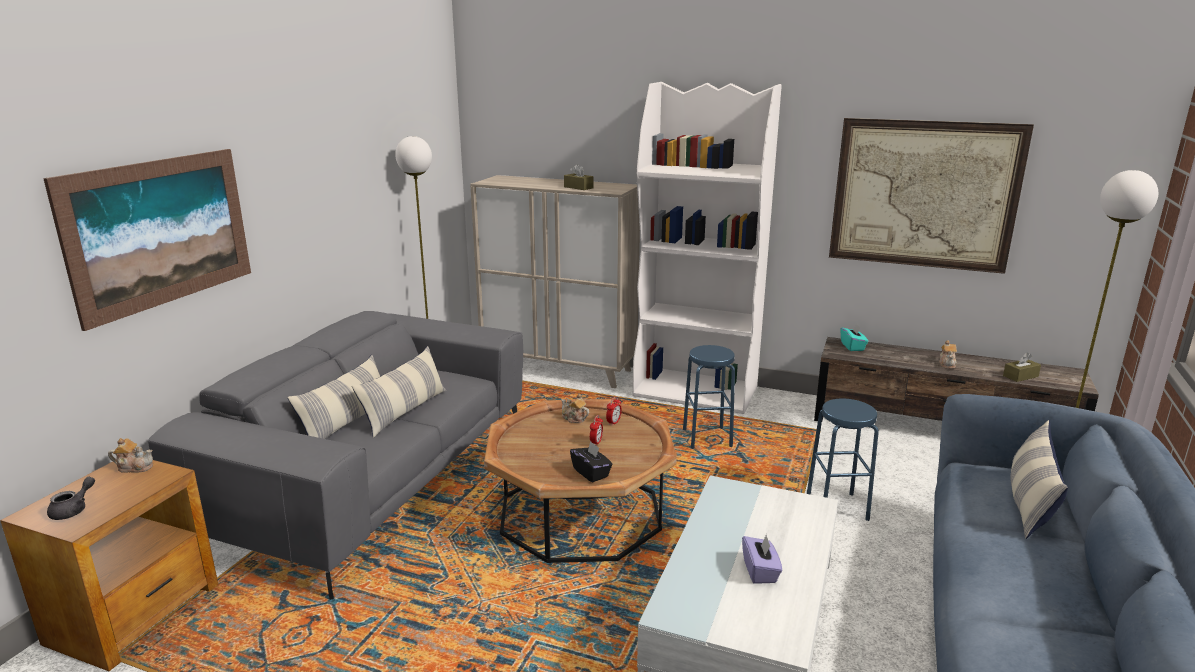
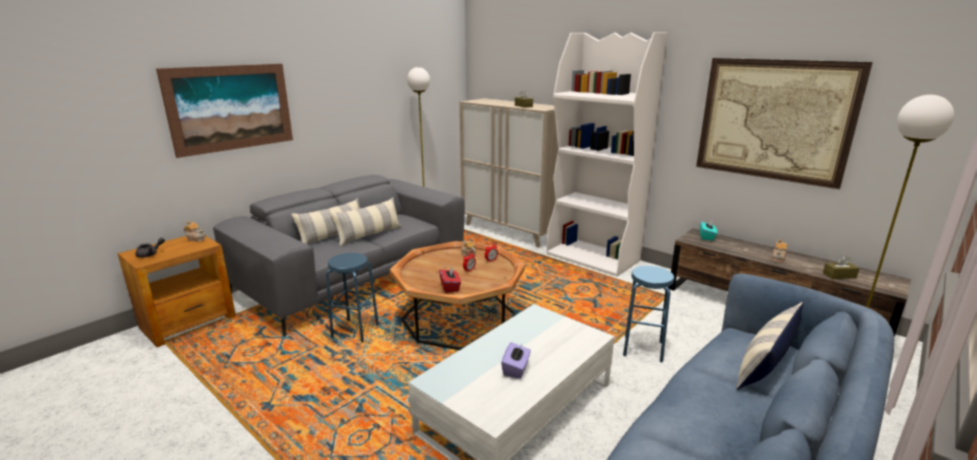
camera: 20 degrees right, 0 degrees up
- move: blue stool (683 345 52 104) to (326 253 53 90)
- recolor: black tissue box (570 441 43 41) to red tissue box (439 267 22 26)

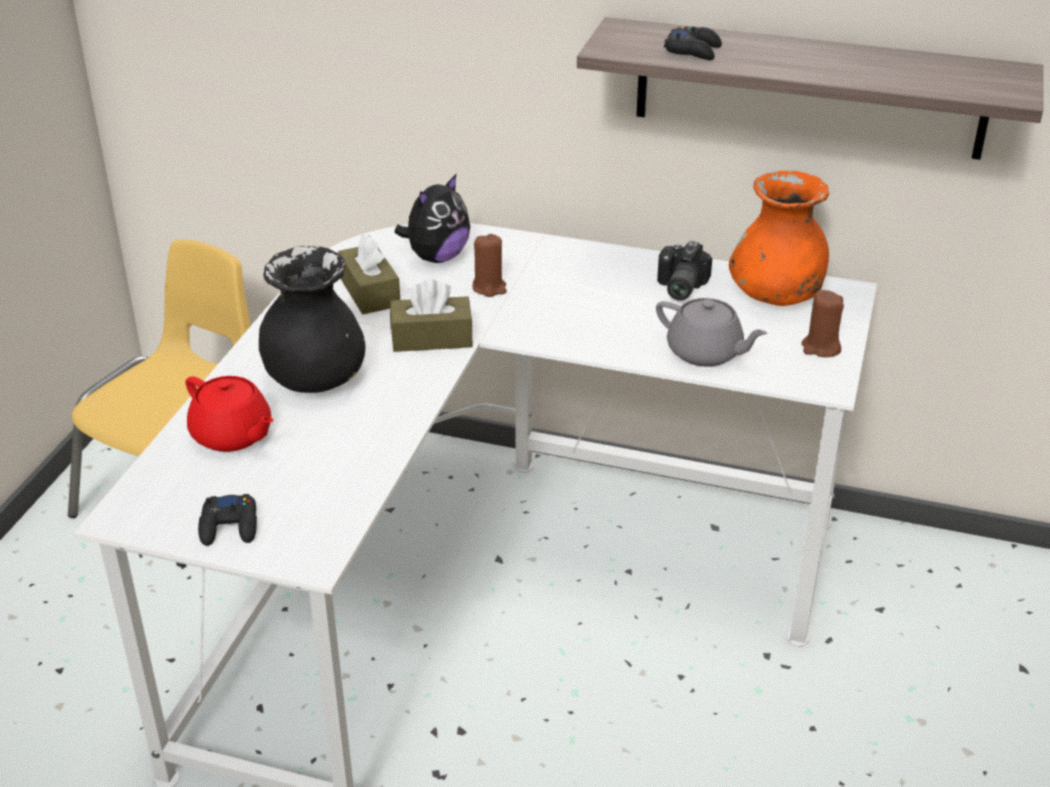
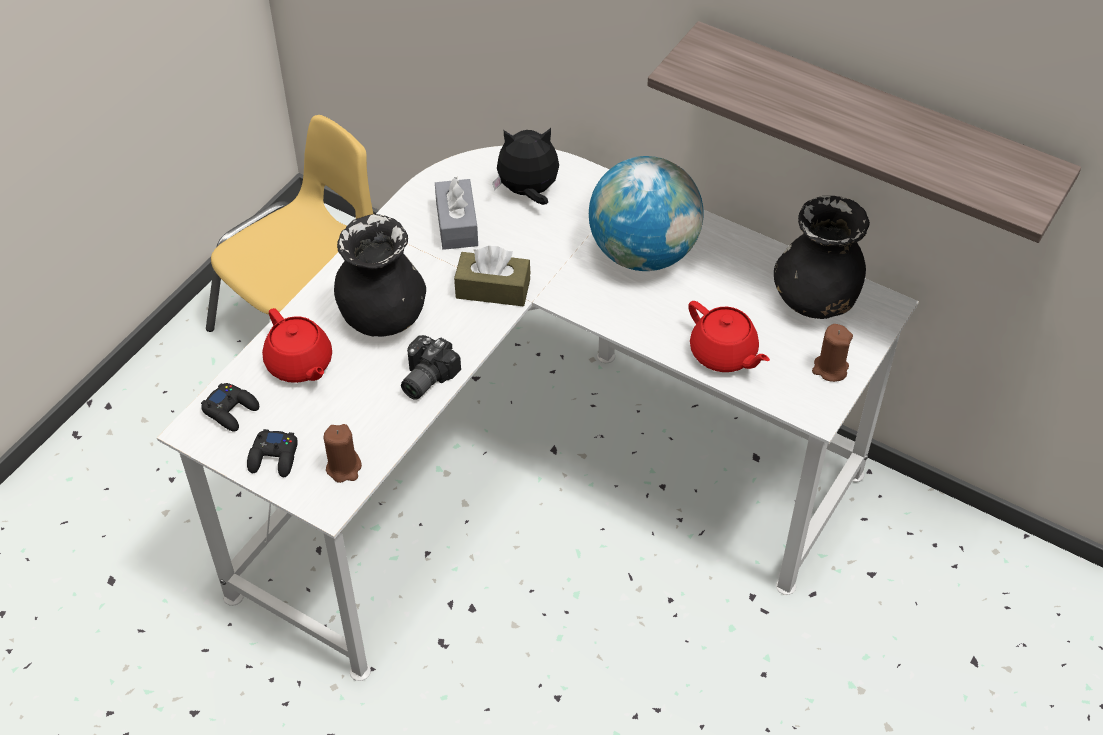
camera: 15 degrees right, 15 degrees up
- move: black game controller (664 26 58 34) to (201 383 58 49)
- move: brown candle (472 234 35 63) to (323 424 39 59)
- move: photo camera (657 241 55 60) to (401 335 60 65)
- recolor: brown tissue box (338 234 62 80) to grey tissue box (435 177 43 73)
- rotate: plush toy (394 173 76 90) = (493 128 66 77) 150 degrees counterclockwise
- insert: globe (589 156 114 115)
- recolor: grey teapot (656 298 111 69) to red teapot (688 301 82 71)
- recolor: orange vase (729 171 100 135) to black vase (774 196 96 123)

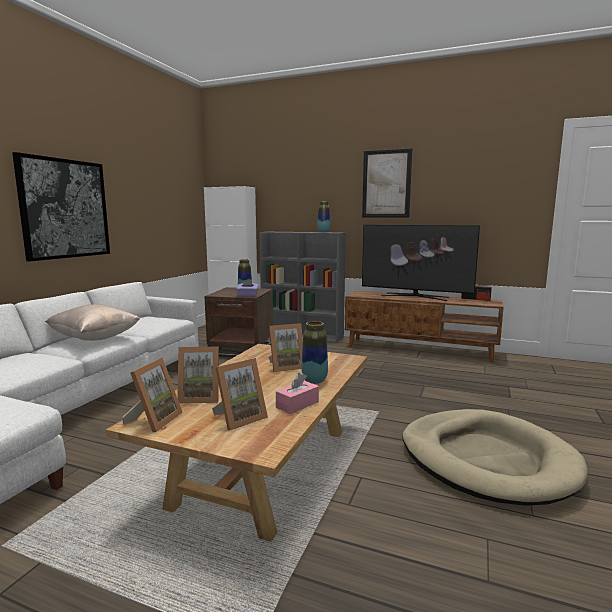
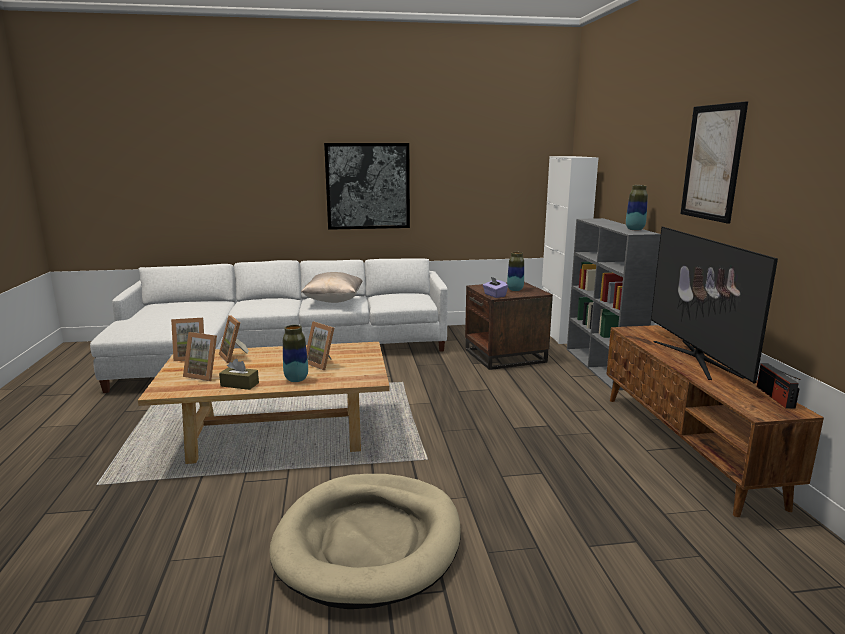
camera: 60 degrees right, 5 degrees up
- recolor: pink tissue box (276 373 43 41) to brown tissue box (219 359 40 31)

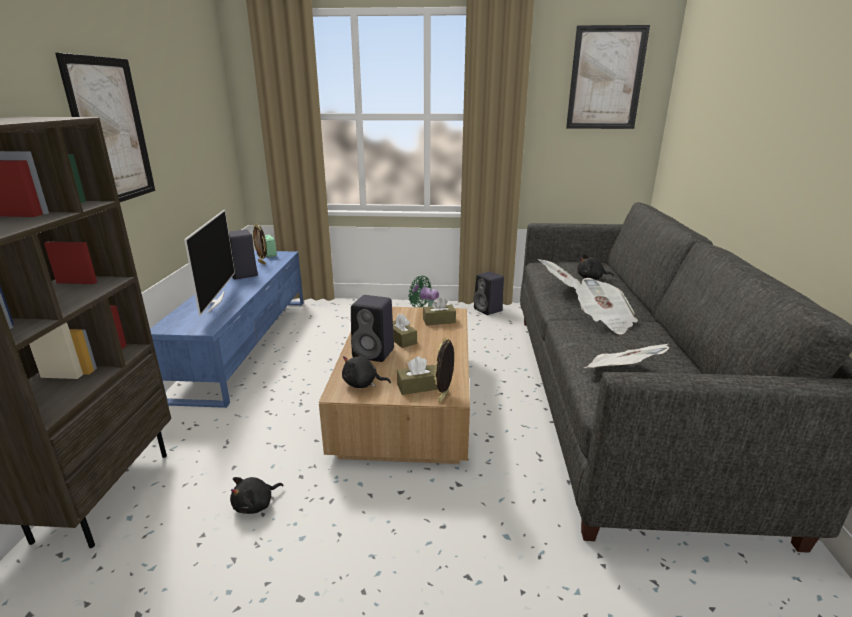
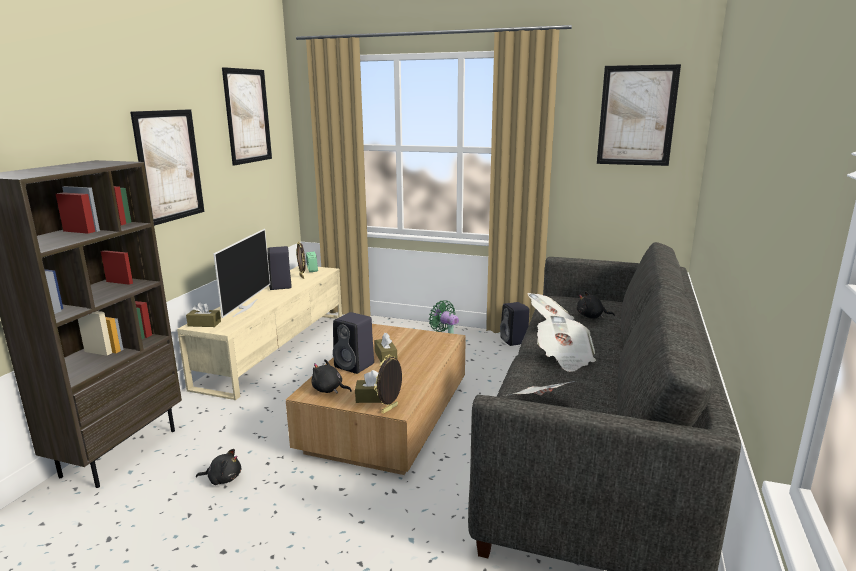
camera: 15 degrees right, 5 degrees down
- recolor: blue tv stand (150 251 154 157) to beige tv stand (177 266 165 134)
- move: brown tissue box (423 297 33 28) to (186 302 35 25)
- rotate: black plush toy (230 477 53 37) = (196 449 45 36) 150 degrees counterclockwise
- insert: picture (222 67 50 98)

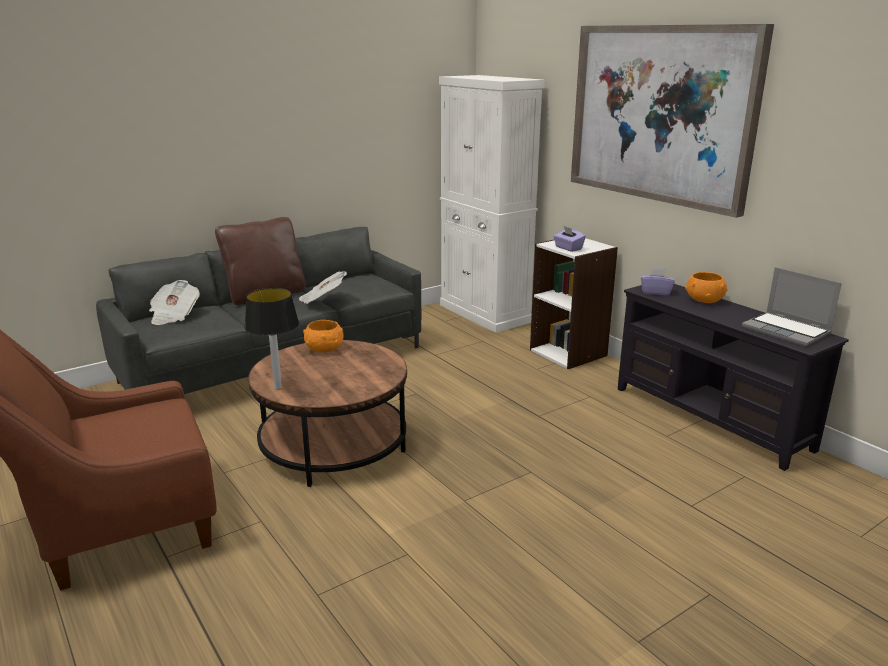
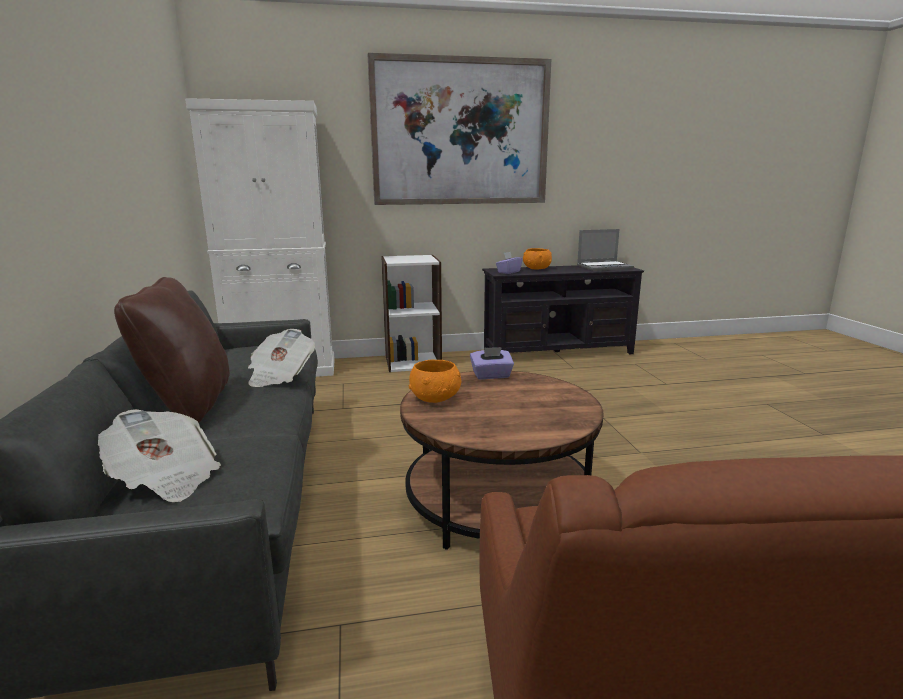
camera: 65 degrees left, 5 degrees down
- move: purple tissue box (553 226 33 26) to (470 347 44 32)
- delete: table lamp (244 288 55 102)

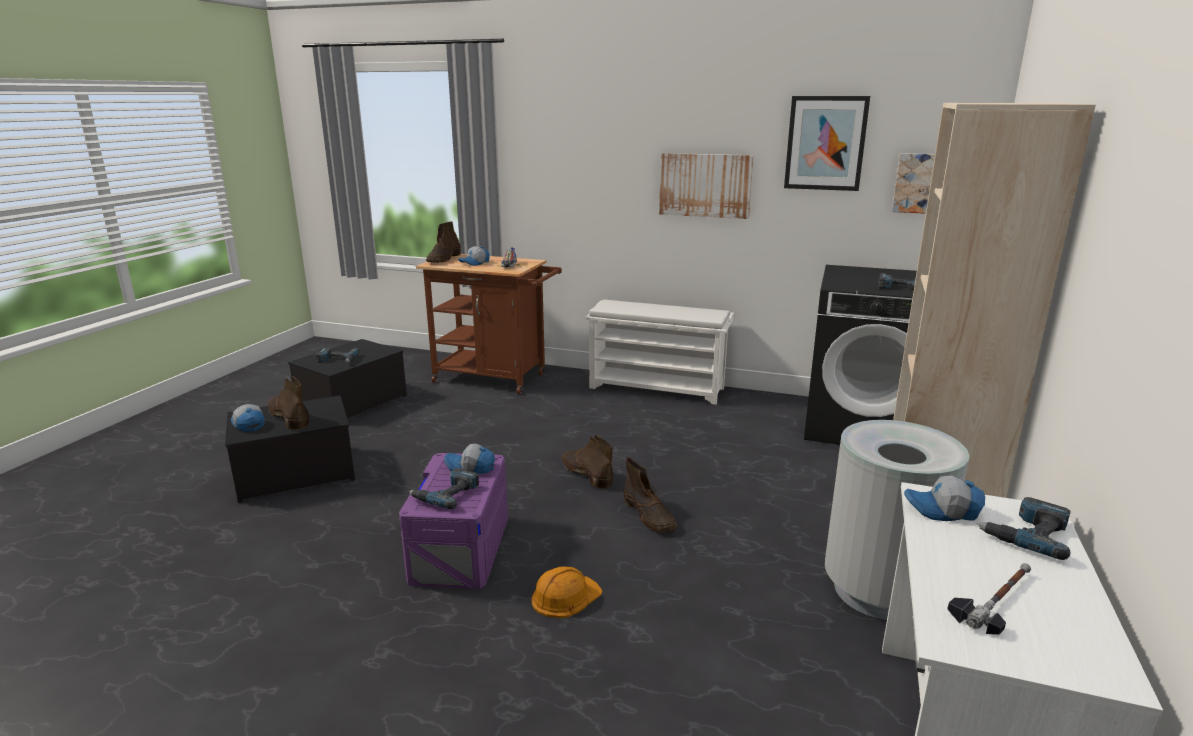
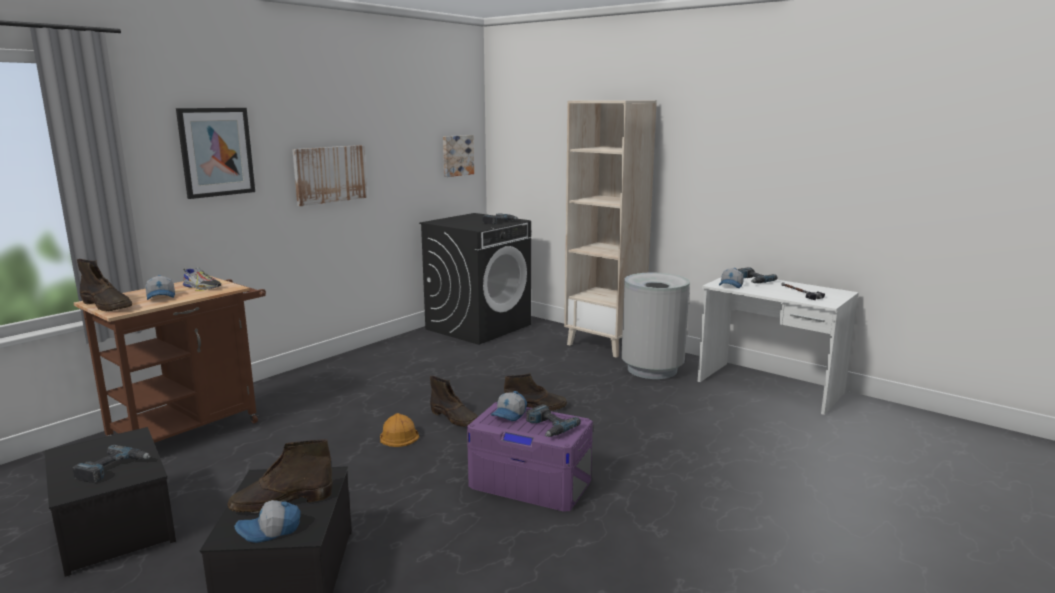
camera: 70 degrees left, 5 degrees down
- move: picture (784 96 86 95) to (176 108 79 91)
- move: orange hard hat (532 566 70 52) to (380 413 39 34)
- rotate: brown boot (561 435 52 54) = (430 376 48 51) 120 degrees counterclockwise
- delete: white shoe rack (585 300 149 105)

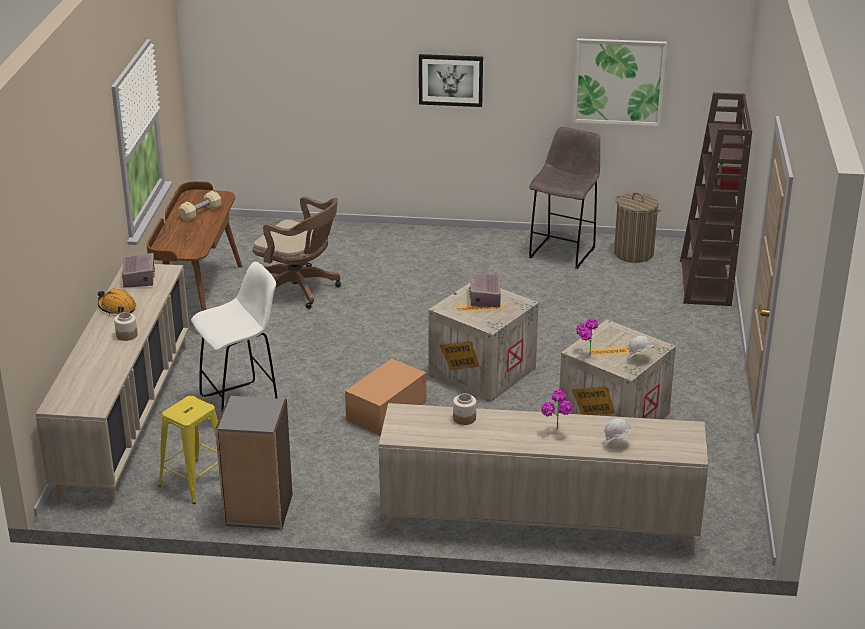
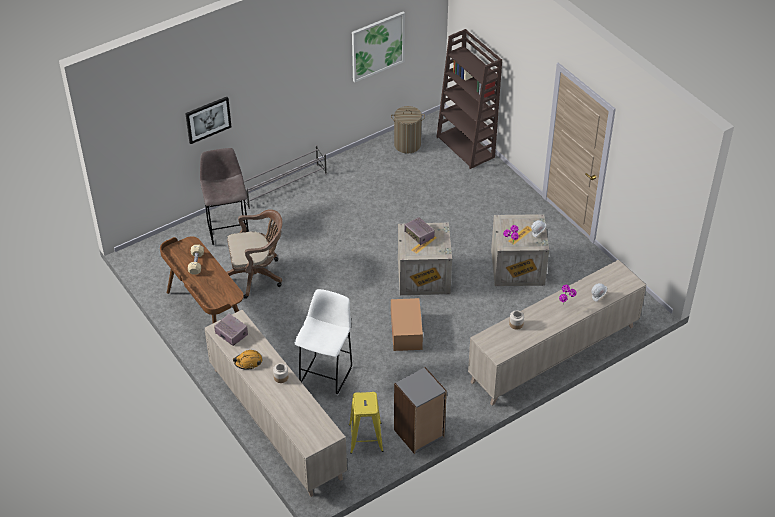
camera: 40 degrees left, 15 degrees up
- move: picture (419 54 64 53) to (185 97 47 47)
- move: grey stool (529 127 71 142) to (200 148 49 97)
- insert: grey shoe rack (243 145 84 64)

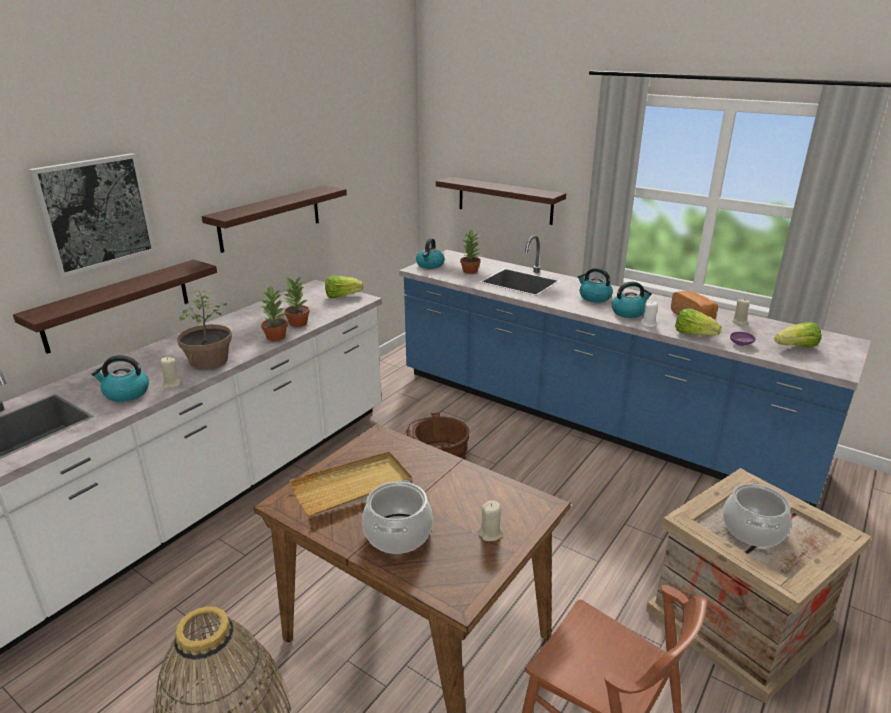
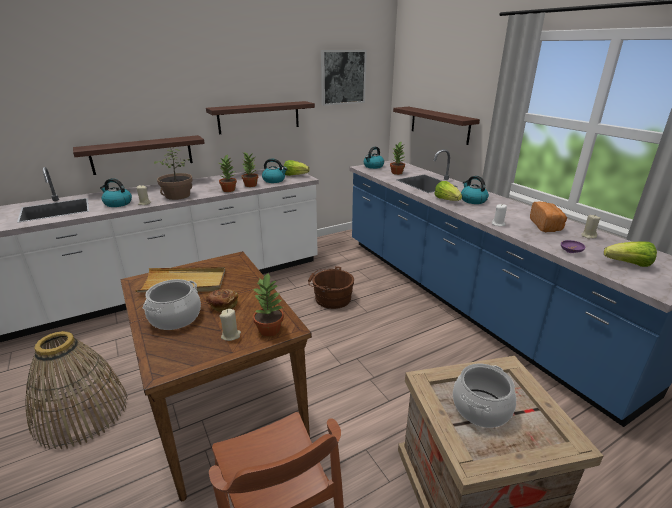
camera: 25 degrees right, 0 degrees up
- insert: bread (206 289 32 23)
- insert: potted plant (252 273 32 64)
- move: kettle (612 282 40 36) to (262 159 25 24)
- move: picture (28 153 128 124) to (321 50 46 56)
- move: lettuce (675 308 47 27) to (434 181 28 20)

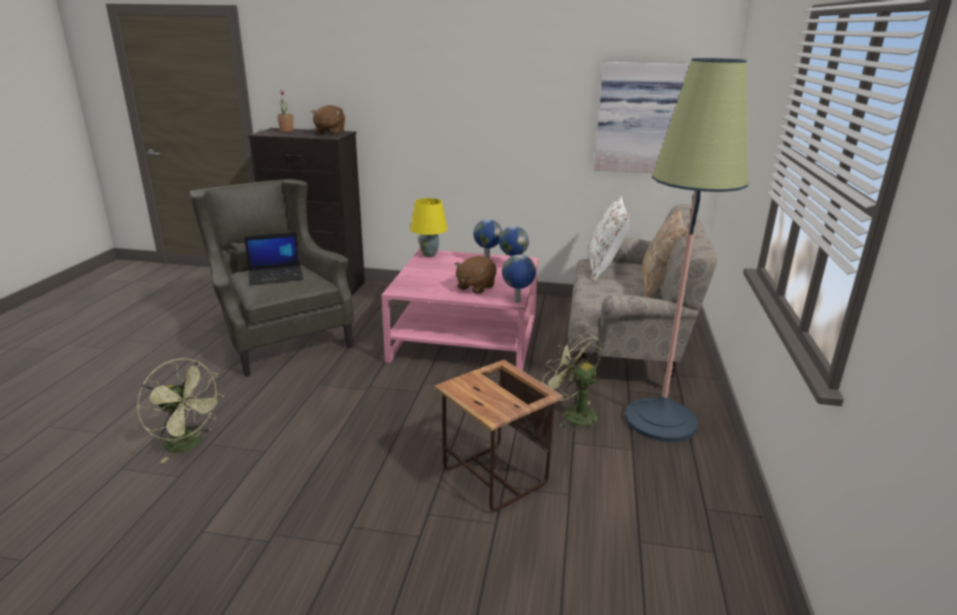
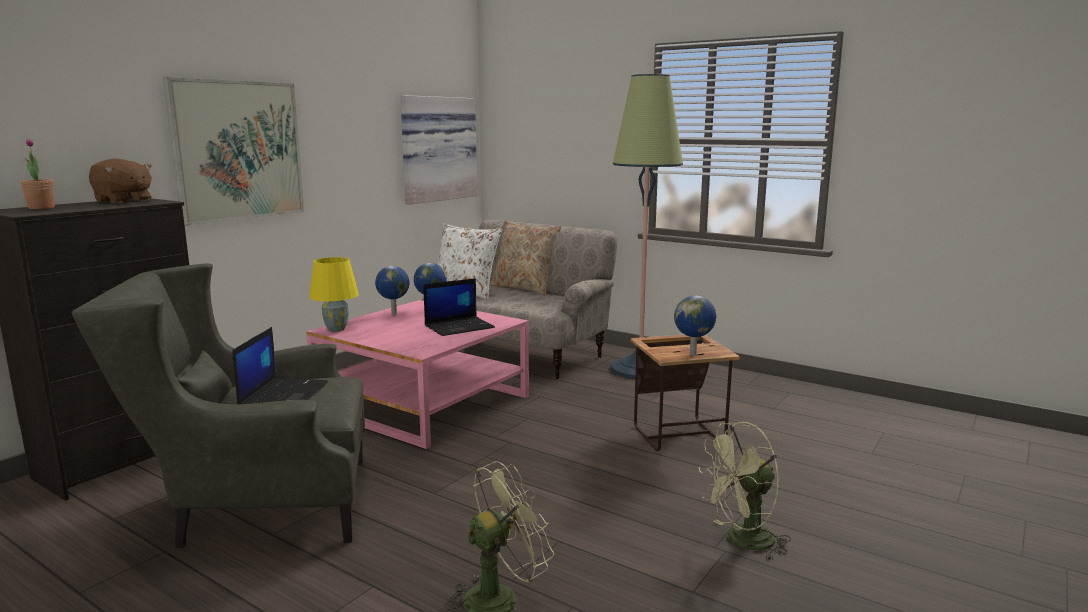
camera: 65 degrees left, 10 degrees down
- insert: picture (163 77 141 149)
- replace: brown plush toy (455 256 42 38) to laptop (423 278 72 58)
- move: globe (502 254 34 49) to (674 296 42 60)
- move: green fan (542 332 60 100) to (698 422 93 139)

